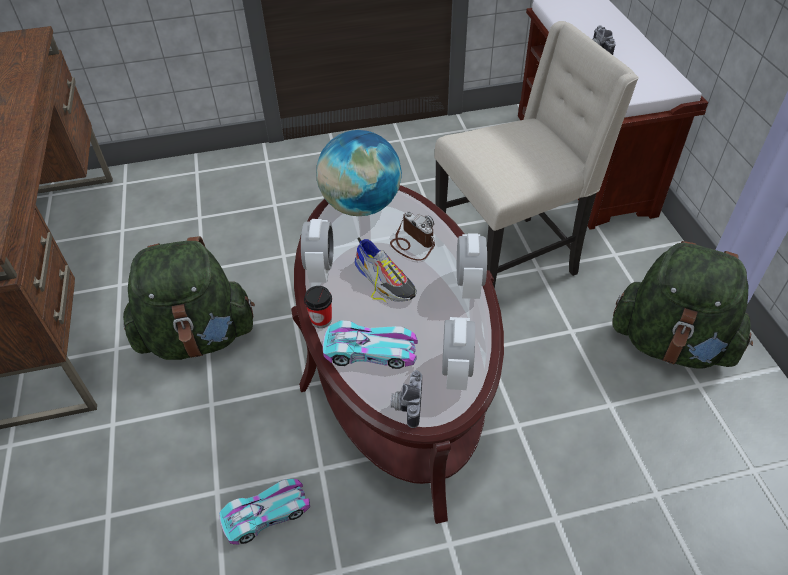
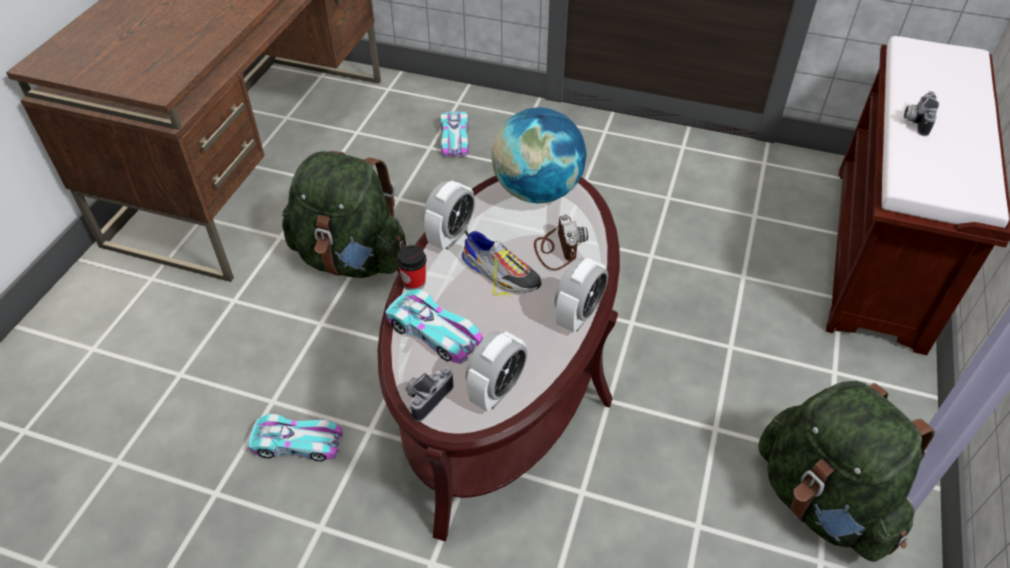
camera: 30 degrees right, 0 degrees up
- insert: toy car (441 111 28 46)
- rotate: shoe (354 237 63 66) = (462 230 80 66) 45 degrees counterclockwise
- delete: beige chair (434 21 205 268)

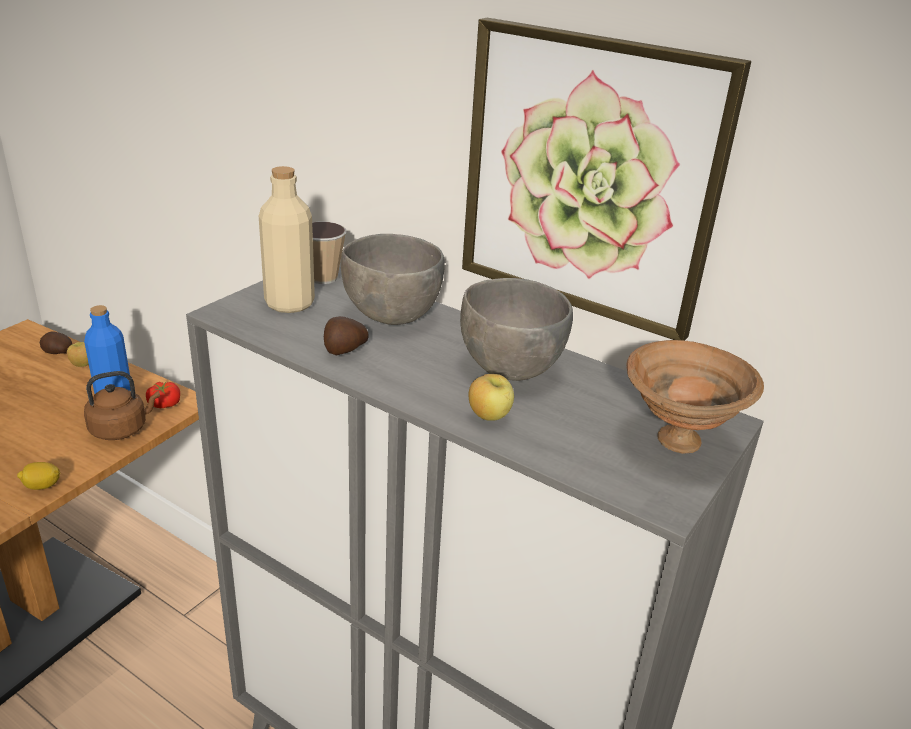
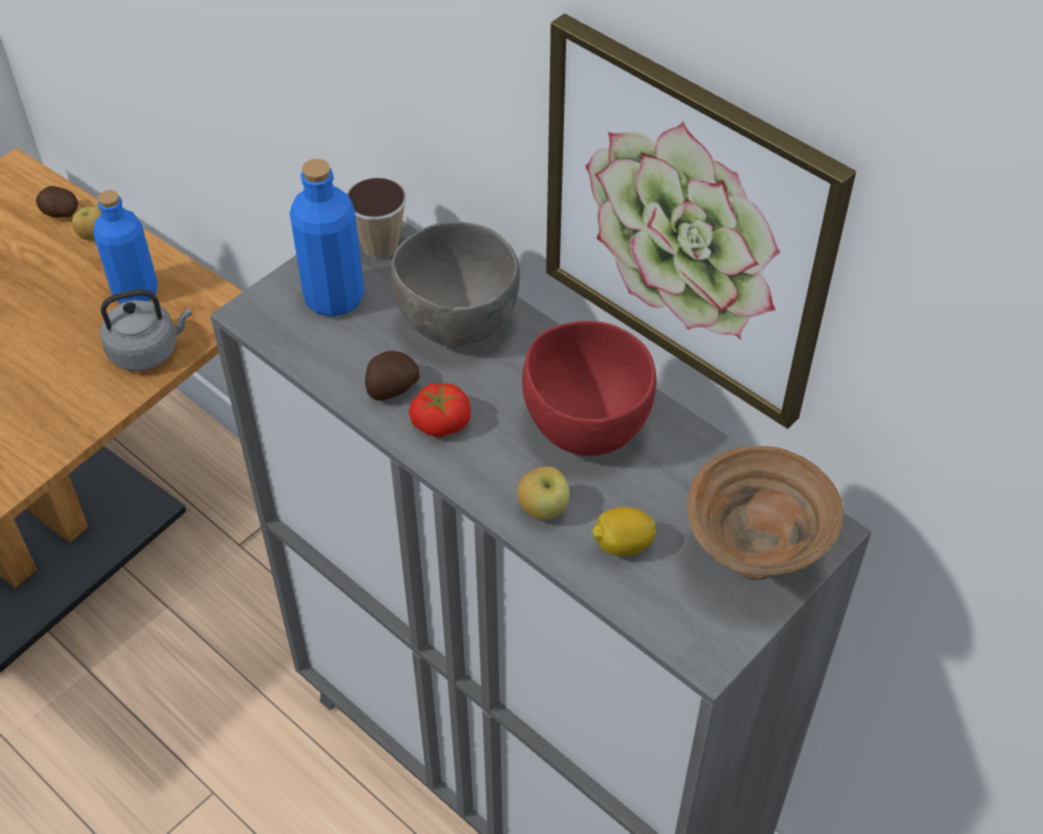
camera: 10 degrees right, 20 degrees up
- recolor: brown kettle (84 371 76 69) to grey kettle (100 289 92 82)
- recolor: beige bottle (259 166 56 147) to blue bottle (289 159 76 158)
- move: tomato (146 382 34 26) to (409 383 62 54)
- recolor: grey bowl (460 278 113 103) to red bowl (522 321 135 135)
- move: lemon (17 462 43 28) to (592 507 65 49)

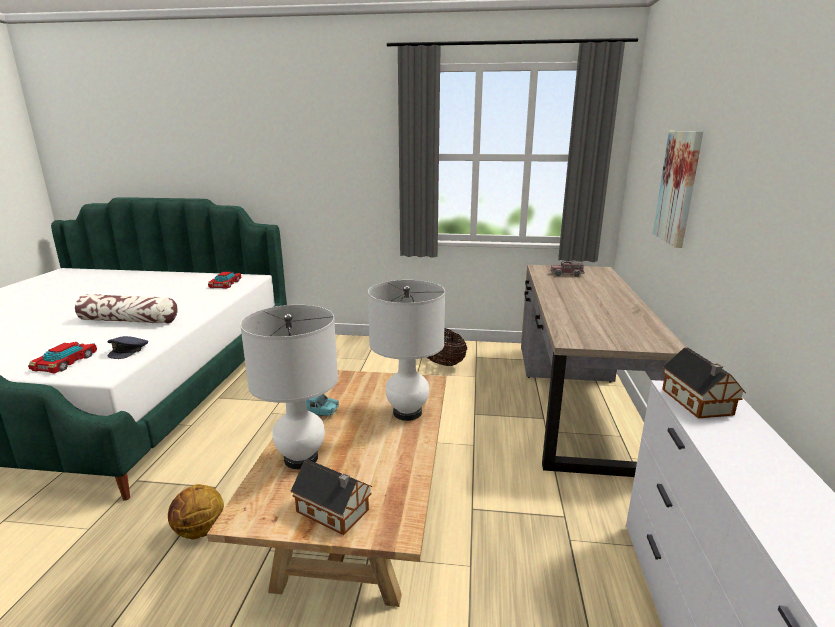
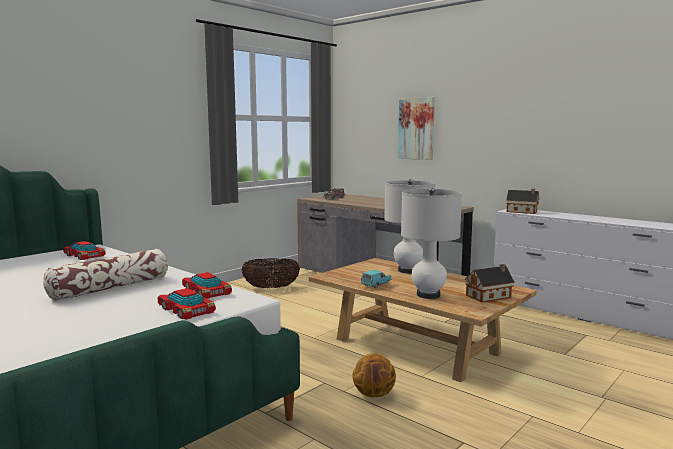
camera: 55 degrees left, 10 degrees down
- replace: grey cap (108 336 40 23) to toy car (182 272 50 27)

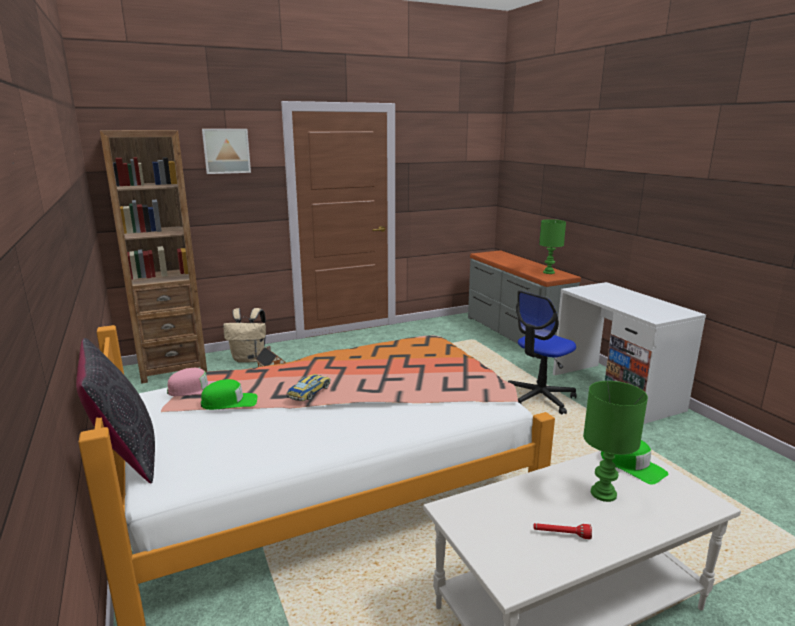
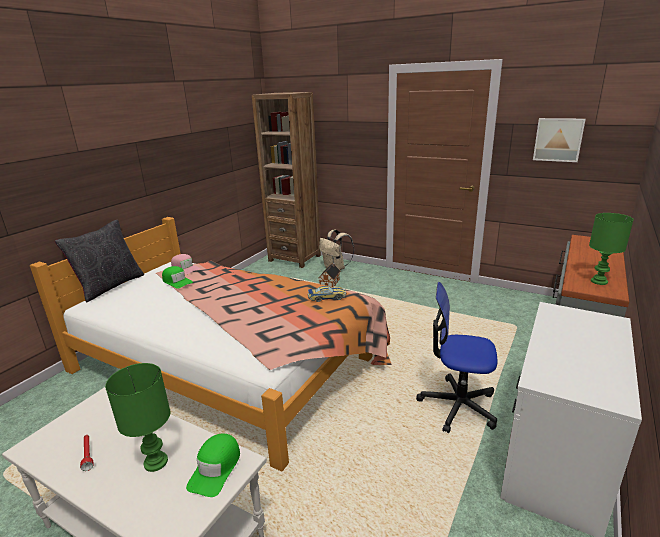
camera: 55 degrees right, 5 degrees up
- move: toy car (286 374 45 27) to (308 286 38 16)
- move: picture (202 129 49 45) to (533 118 53 44)

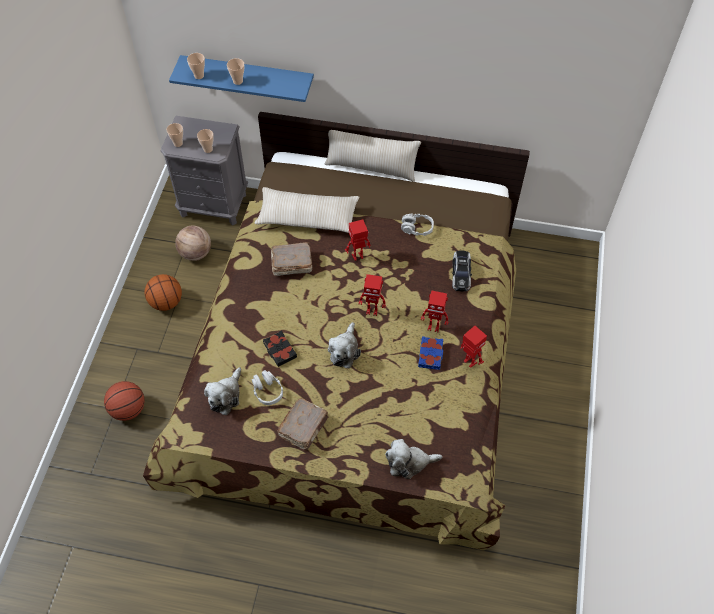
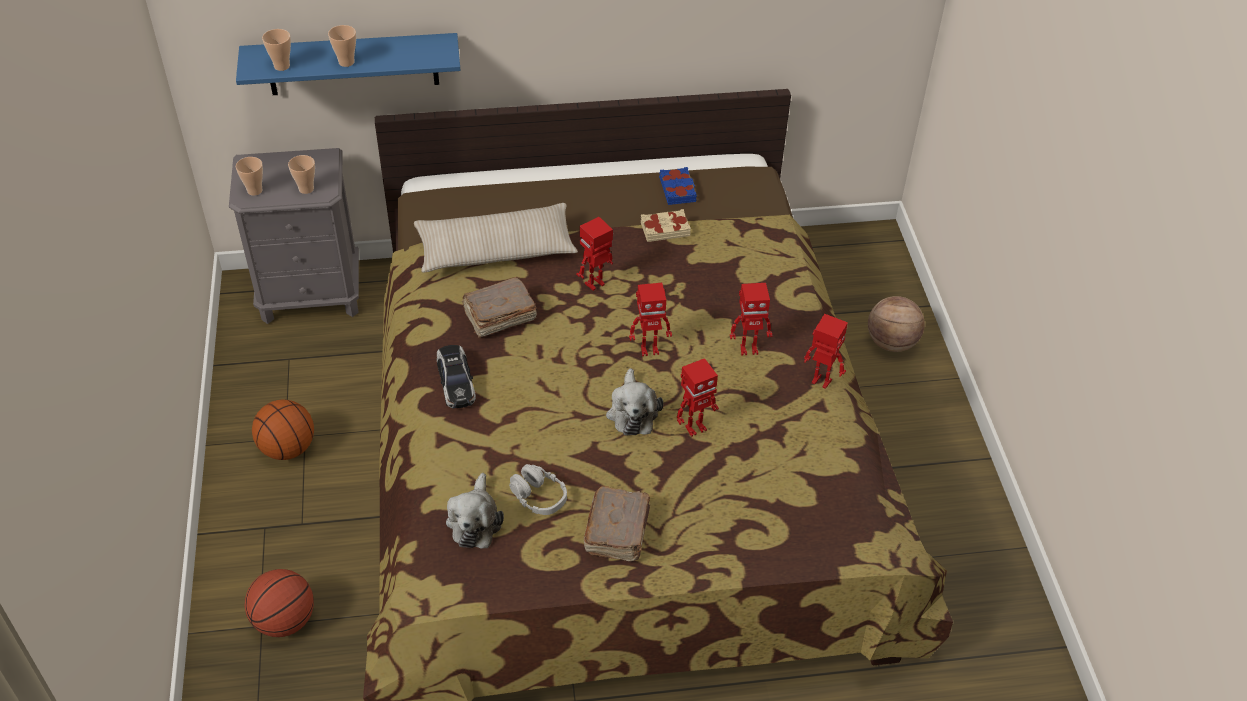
camera: 20 degrees left, 10 degrees down
- move: toy car (452 250 20 41) to (437 345 39 63)
- replace: grey headphones (401 214 33 22) to beige book (641 209 50 33)
- move: blue book (418 336 25 34) to (659 167 38 38)
- insert: toy robot (677 358 42 79)
- move: basketball (175 226 36 35) to (868 296 57 56)
- delete: black book (263 330 34 37)
- delete: beige pillow (325 130 96 52)
- delete: plush toy (385 439 57 40)

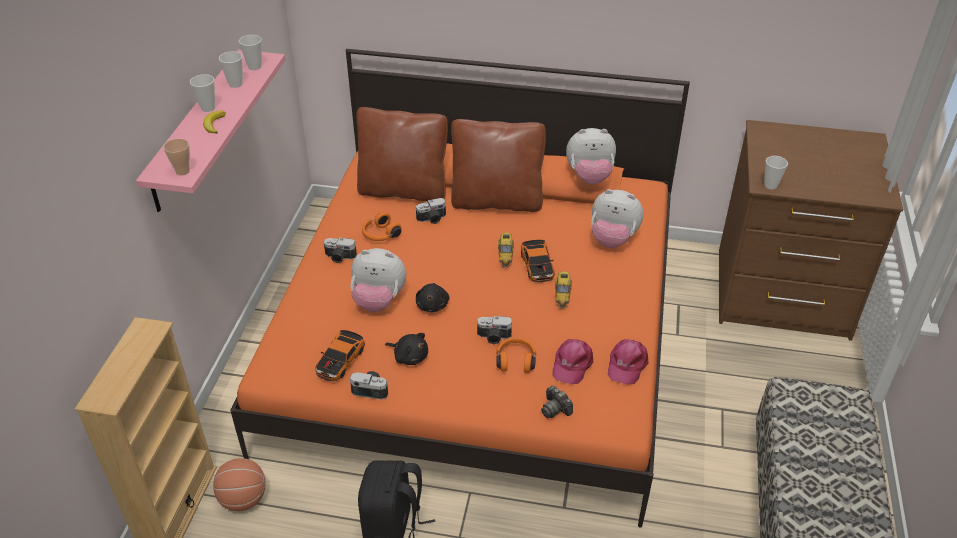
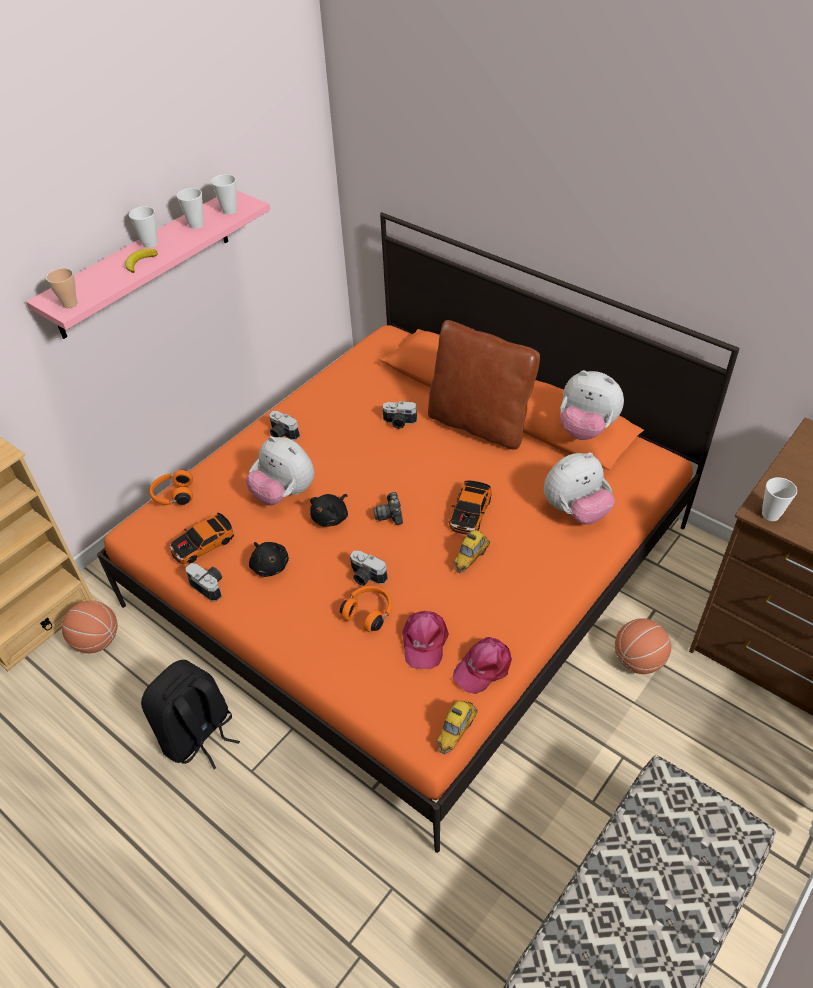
camera: 30 degrees right, 5 degrees up
- move: orange headphones (362 212 39 29) to (149 470 44 35)
- move: photo camera (541 386 32 32) to (373 492 30 33)
- rotate: pink cap (552 339 41 45) = (403 611 46 58) 45 degrees counterclockwise
- move: toy car (498 233 16 35) to (436 700 42 55)
- rotate: plush toy (591 189 52 59) = (544 453 71 72) 75 degrees counterclockwise
- insert: basketball (615 618 56 56)
- delete: brown pillow (357 107 91 94)

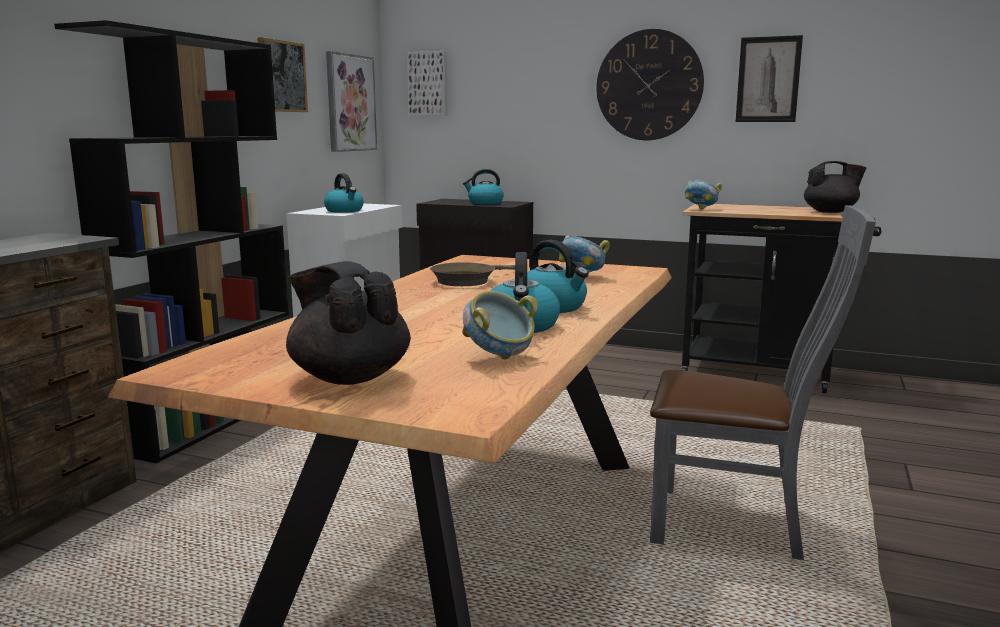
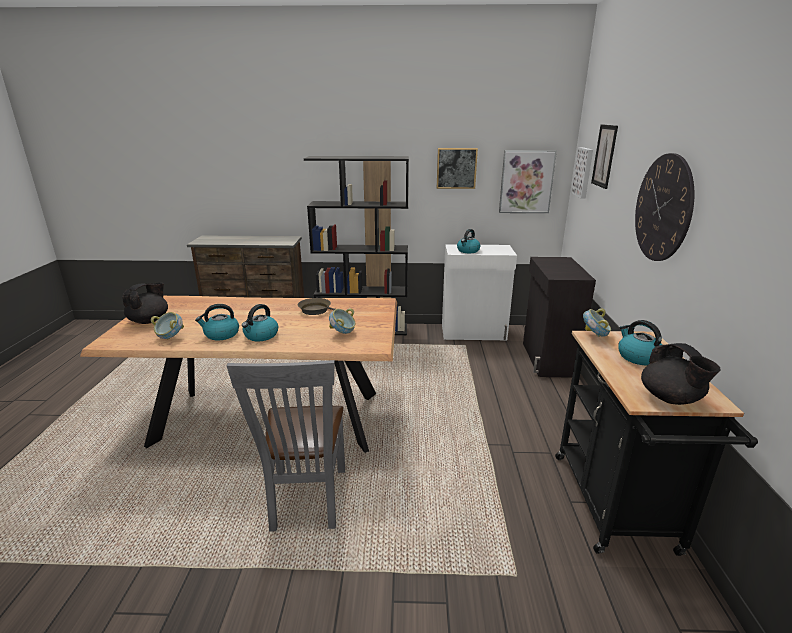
camera: 70 degrees right, 10 degrees up
- move: picture (736 35 67 87) to (591 124 27 65)
- move: kettle (463 169 40 35) to (618 320 44 45)

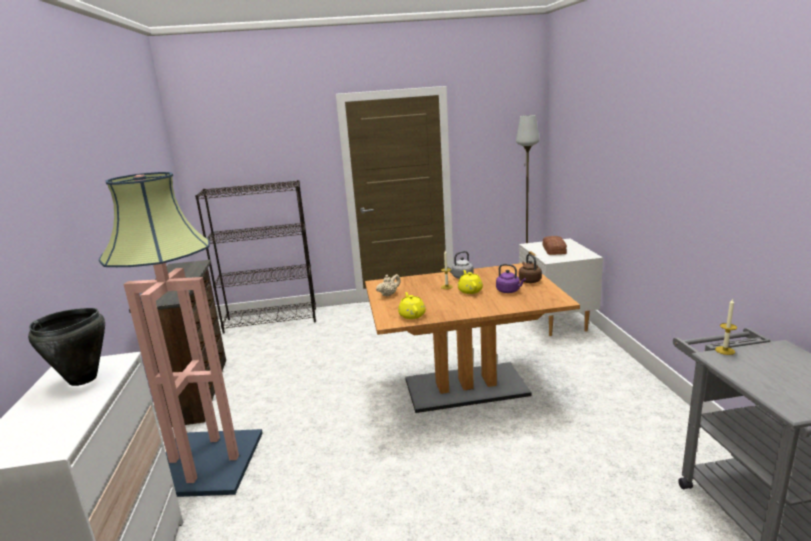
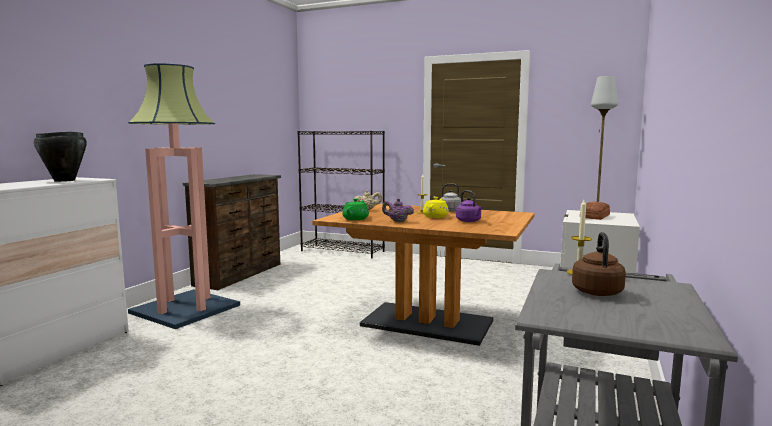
camera: 30 degrees right, 10 degrees down
- recolor: yellow teapot (398 292 28 27) to green teapot (342 199 27 21)
- insert: purple teapot (382 198 32 24)
- move: brown kettle (519 254 23 29) to (572 232 54 64)

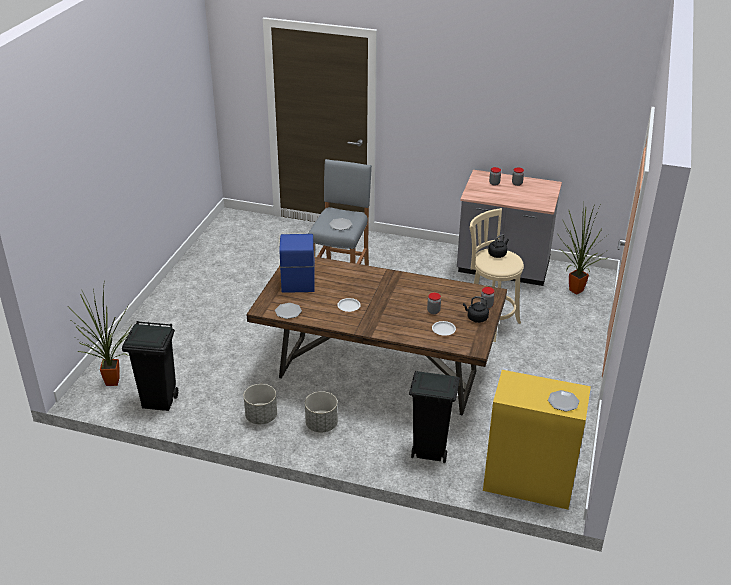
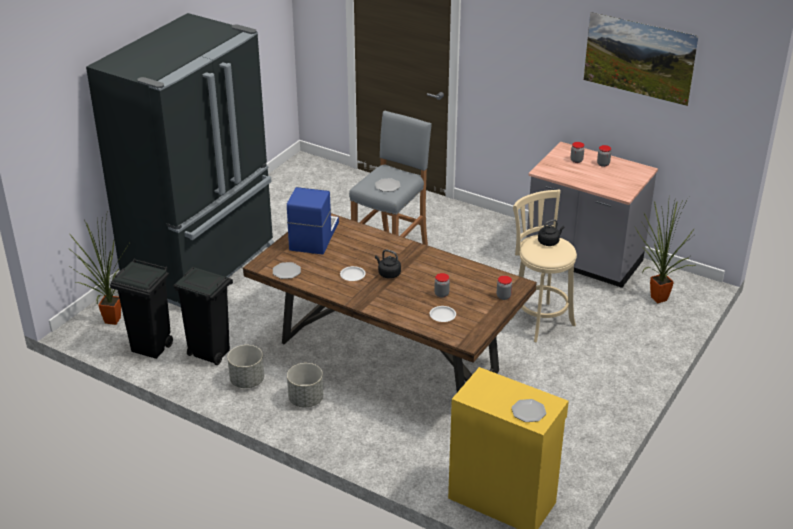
camera: 15 degrees right, 0 degrees up
- insert: black fridge (86 13 188 294)
- move: black trash can (409 371 51 92) to (173 267 60 98)
- move: black kettle (463 296 26 27) to (375 250 26 29)
- insert: picture (584 12 115 94)

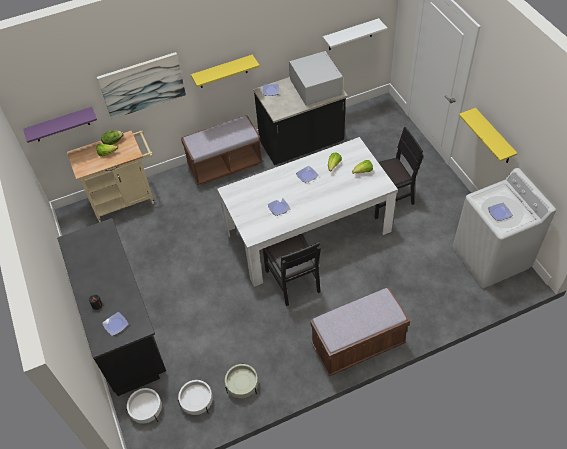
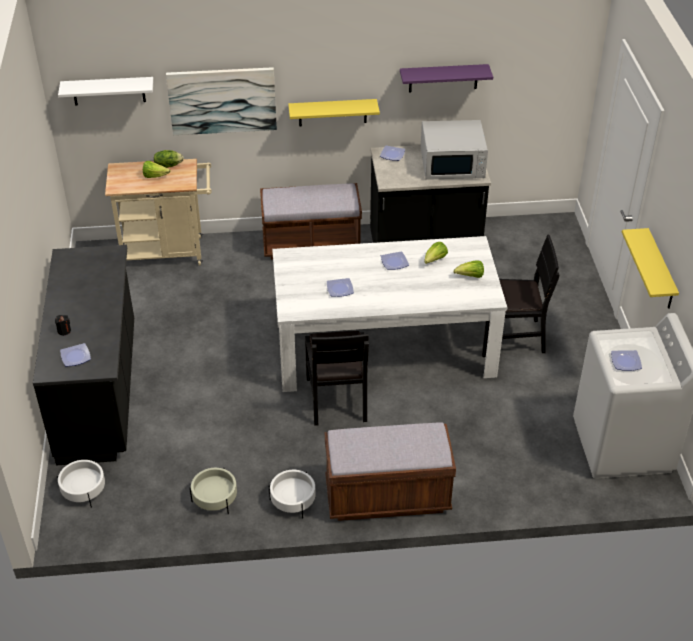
camera: 15 degrees right, 10 degrees down
- move: white shelf (323 18 64 32) to (58 77 96 29)
- move: white planter (178 380 35 35) to (269 470 47 49)
- move: purple shelf (23 107 74 36) to (400 64 93 28)
- rotate: white microwave (289 51 54 55) = (421 120 67 60) 90 degrees clockwise

